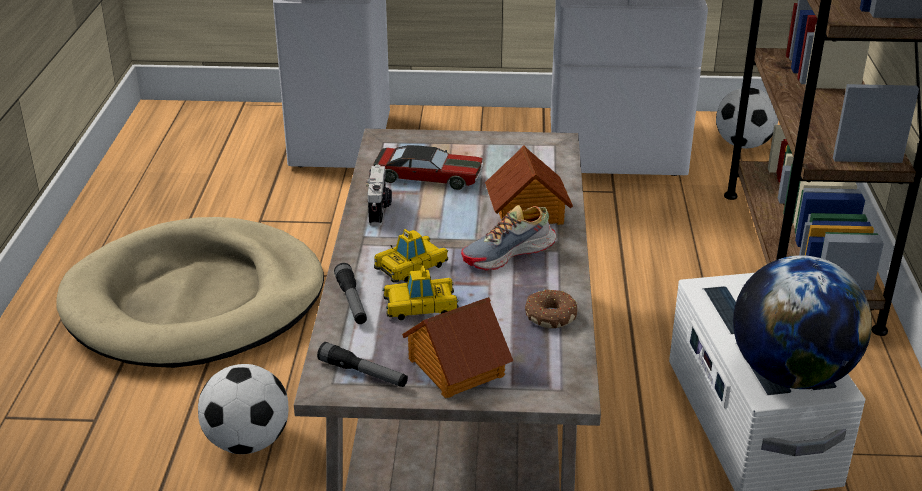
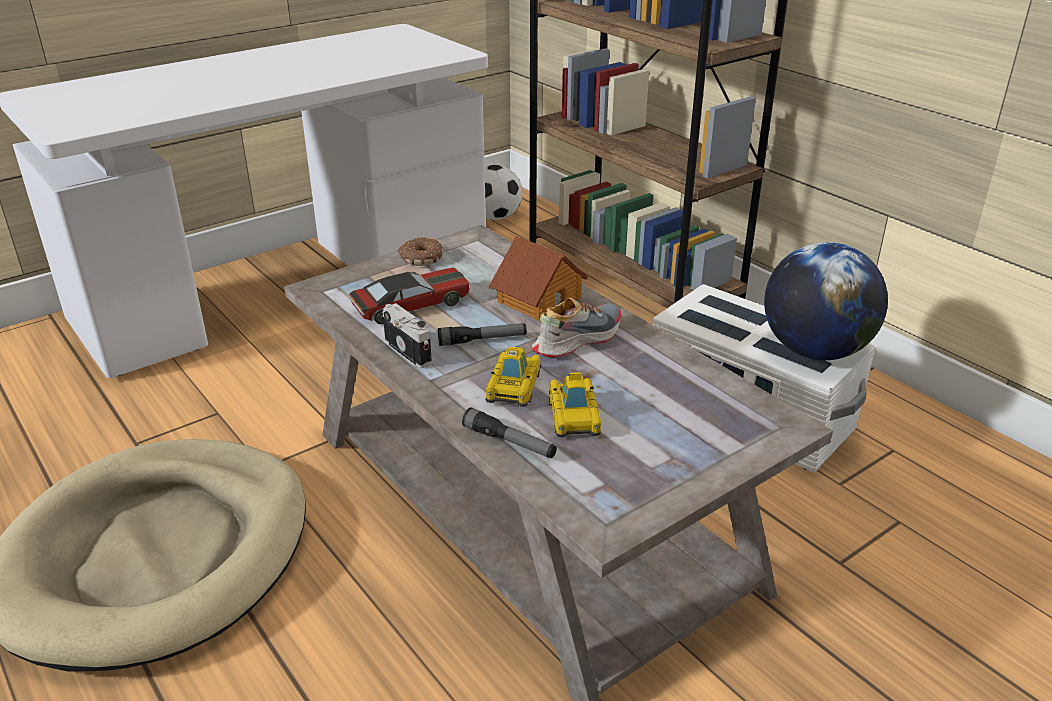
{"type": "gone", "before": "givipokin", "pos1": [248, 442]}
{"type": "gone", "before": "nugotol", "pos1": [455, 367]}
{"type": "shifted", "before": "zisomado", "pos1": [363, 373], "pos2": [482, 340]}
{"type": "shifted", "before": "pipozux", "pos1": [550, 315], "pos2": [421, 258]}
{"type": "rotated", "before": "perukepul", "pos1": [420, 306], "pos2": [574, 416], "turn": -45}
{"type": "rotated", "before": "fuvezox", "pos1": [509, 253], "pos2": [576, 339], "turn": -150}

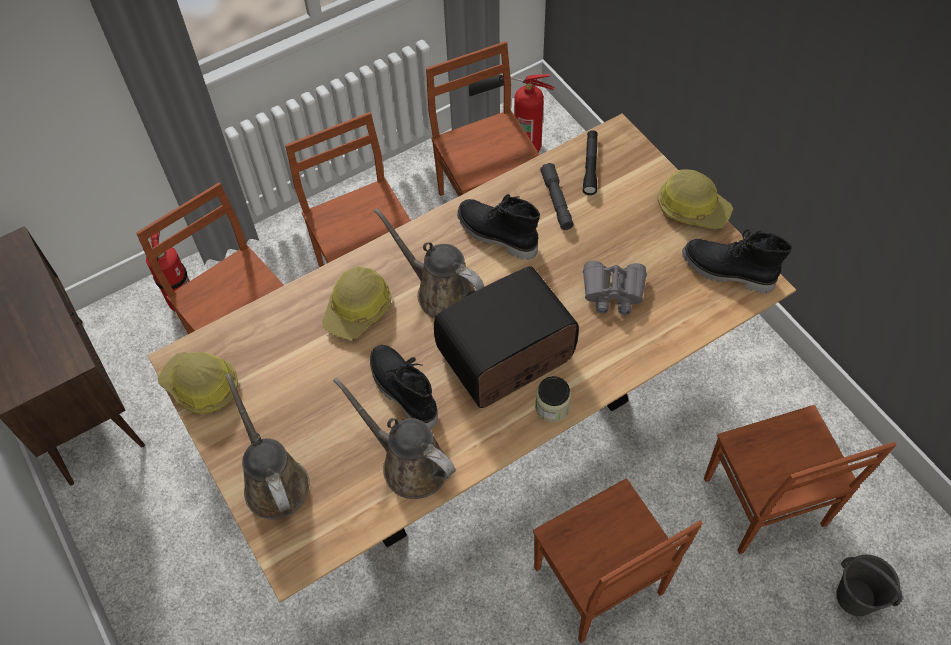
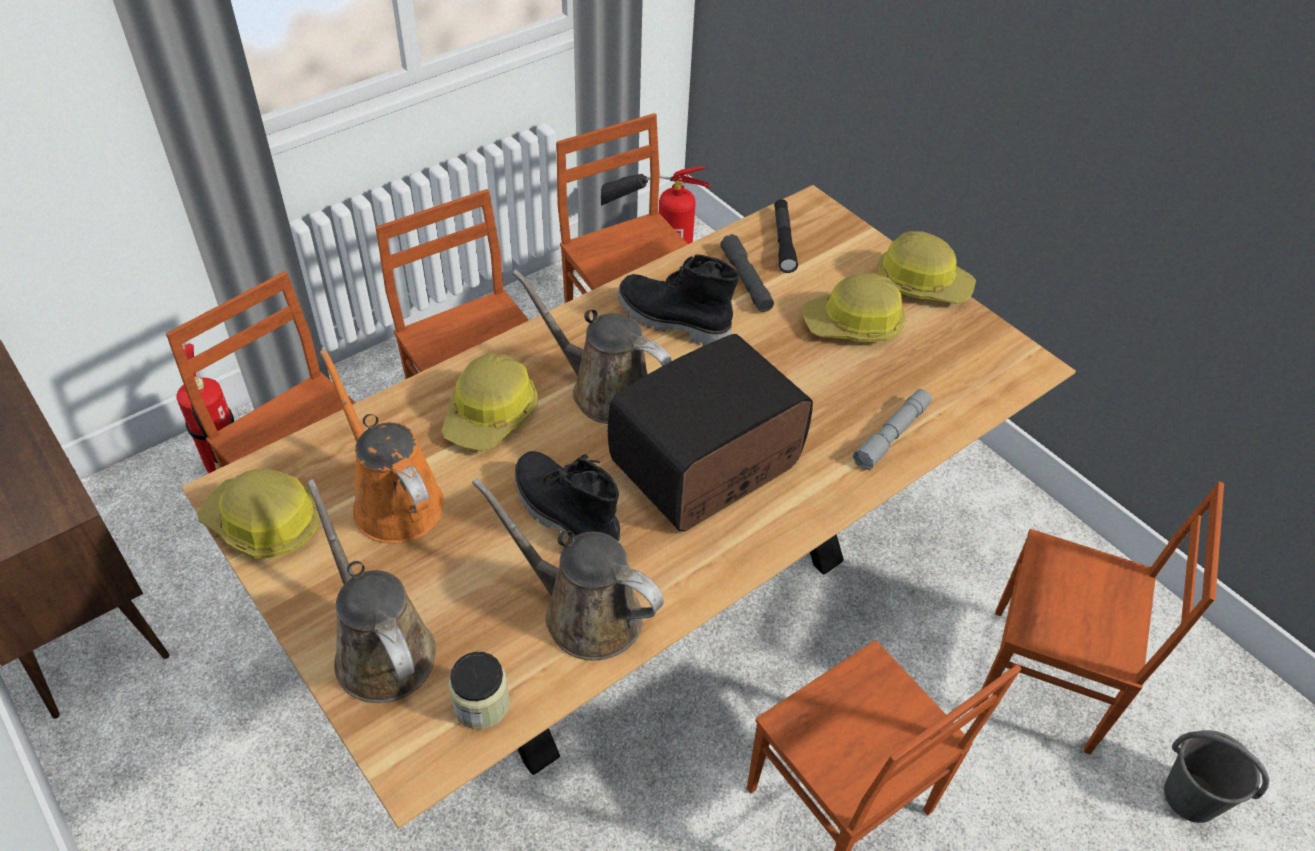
{"type": "gone", "before": "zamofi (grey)", "pos1": [613, 292]}
{"type": "gone", "before": "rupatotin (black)", "pos1": [727, 272]}
{"type": "new", "after": "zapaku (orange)", "pos2": [393, 500]}
{"type": "new", "after": "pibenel", "pos2": [854, 324]}
{"type": "new", "after": "zisomado (grey)", "pos2": [891, 435]}
{"type": "shifted", "before": "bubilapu", "pos1": [552, 407], "pos2": [481, 704]}
{"type": "rotated", "before": "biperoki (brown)", "pos1": [763, 504], "pos2": [1043, 681], "turn": -45}

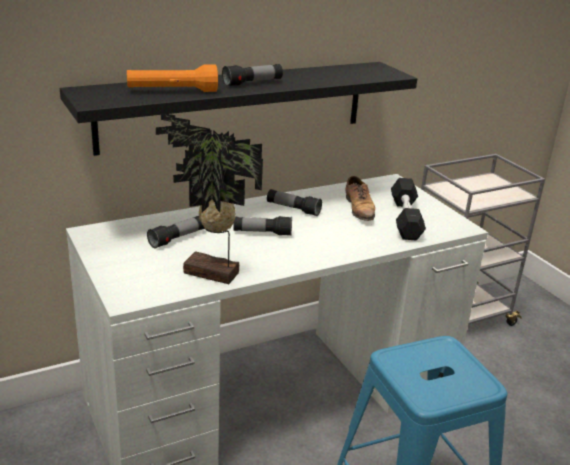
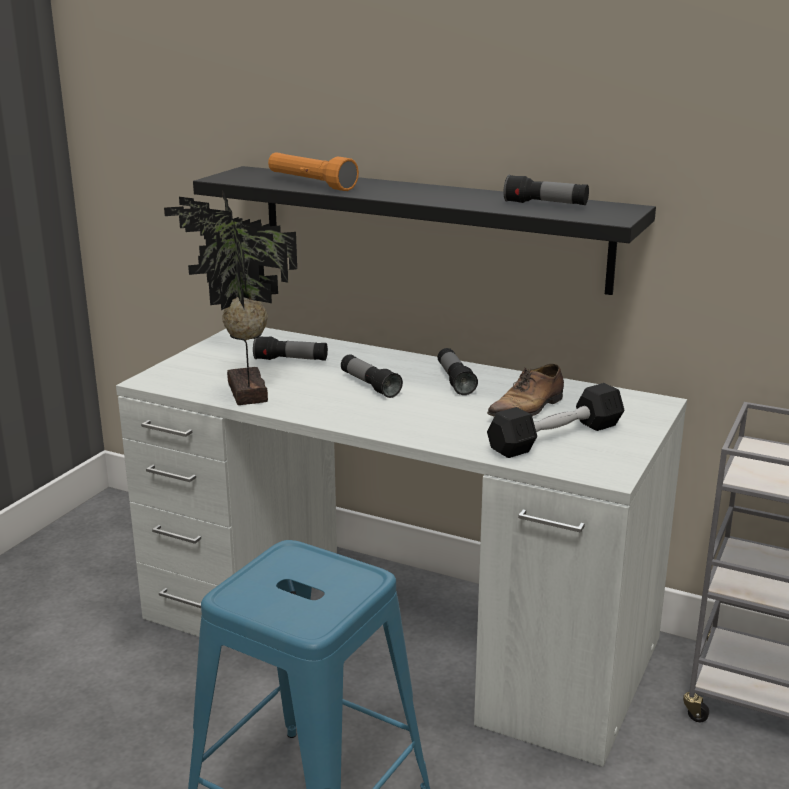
{"type": "shifted", "before": "zisomado", "pos1": [252, 83], "pos2": [545, 204]}

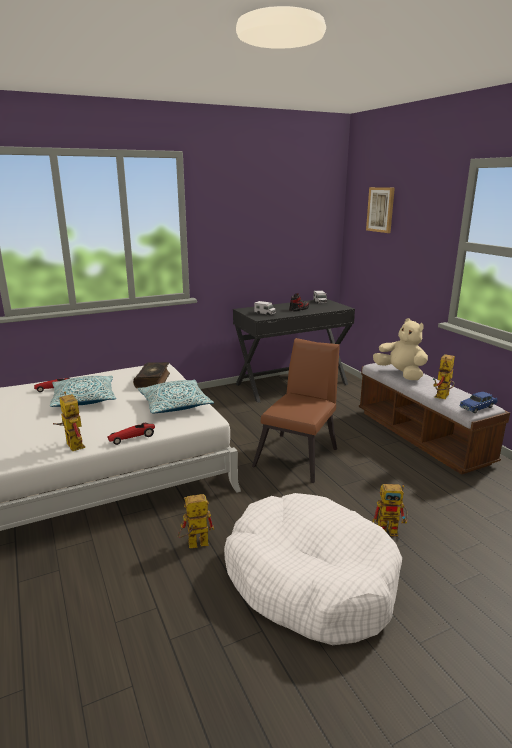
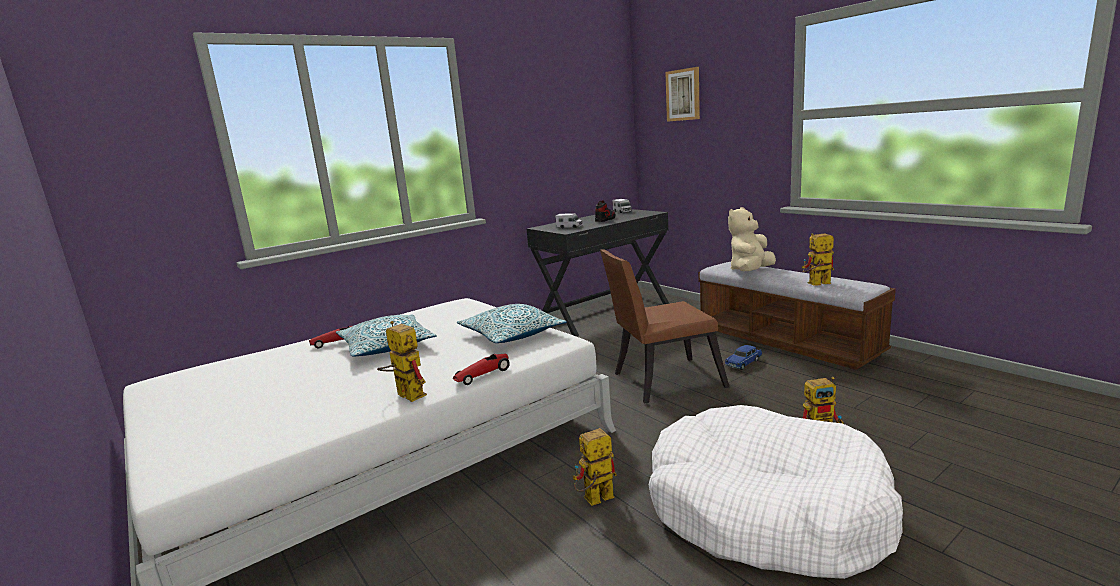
{"type": "gone", "before": "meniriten", "pos1": [153, 380]}
{"type": "shifted", "before": "perukepul (blue)", "pos1": [477, 408], "pos2": [743, 363]}
{"type": "rotated", "before": "biperoki (brown)", "pos1": [299, 455], "pos2": [661, 381], "turn": -120}
{"type": "rotated", "before": "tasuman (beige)", "pos1": [400, 374], "pos2": [750, 271], "turn": -90}
{"type": "rotated", "before": "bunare", "pos1": [442, 397], "pos2": [816, 284], "turn": 60}

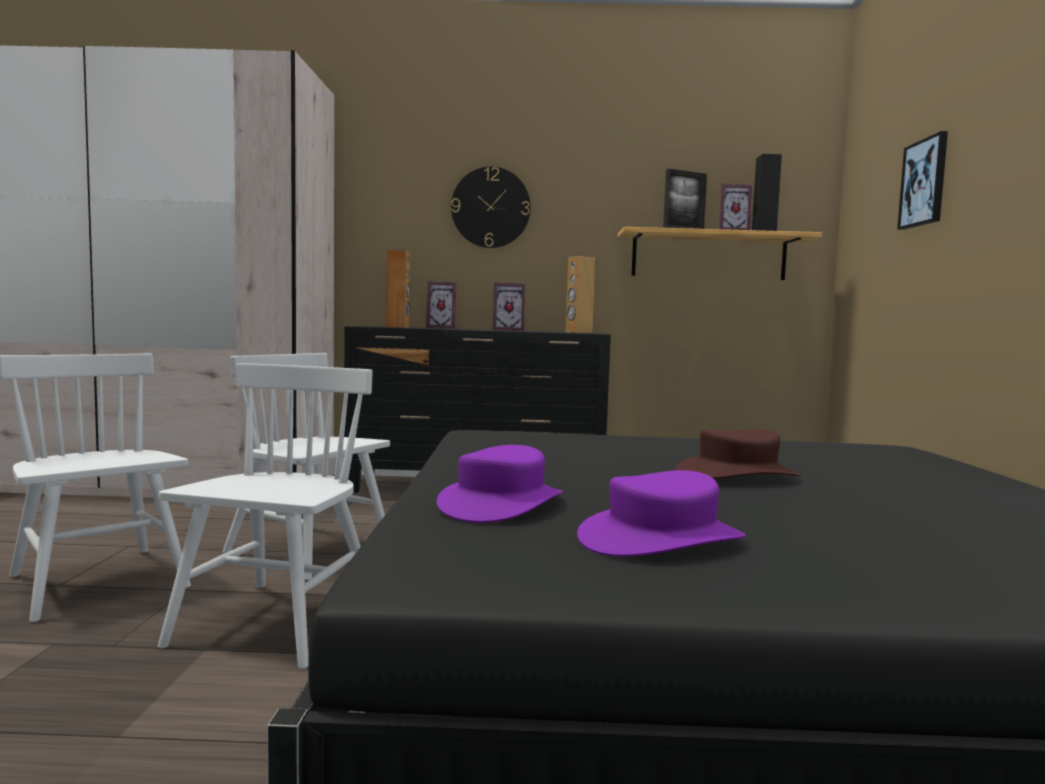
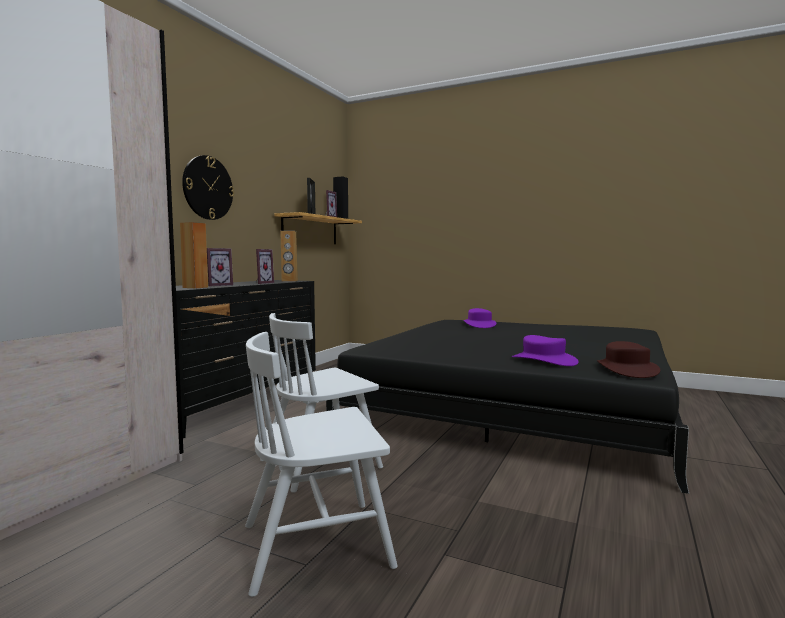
{"type": "gone", "before": "biperoki (white)", "pos1": [277, 622]}
{"type": "gone", "before": "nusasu", "pos1": [924, 183]}
{"type": "shifted", "before": "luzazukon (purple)", "pos1": [661, 539], "pos2": [479, 325]}
{"type": "shifted", "before": "luzazukon (brown)", "pos1": [737, 474], "pos2": [626, 369]}

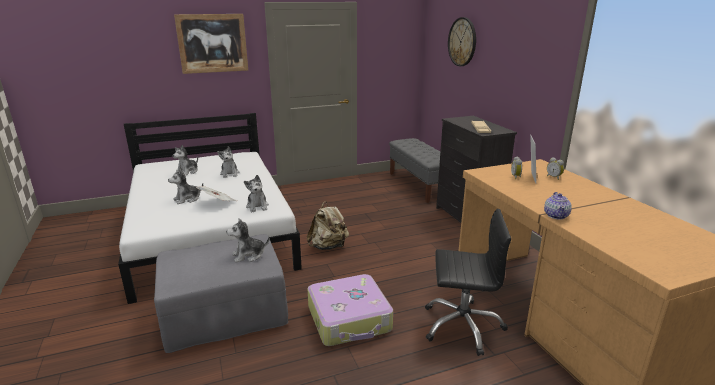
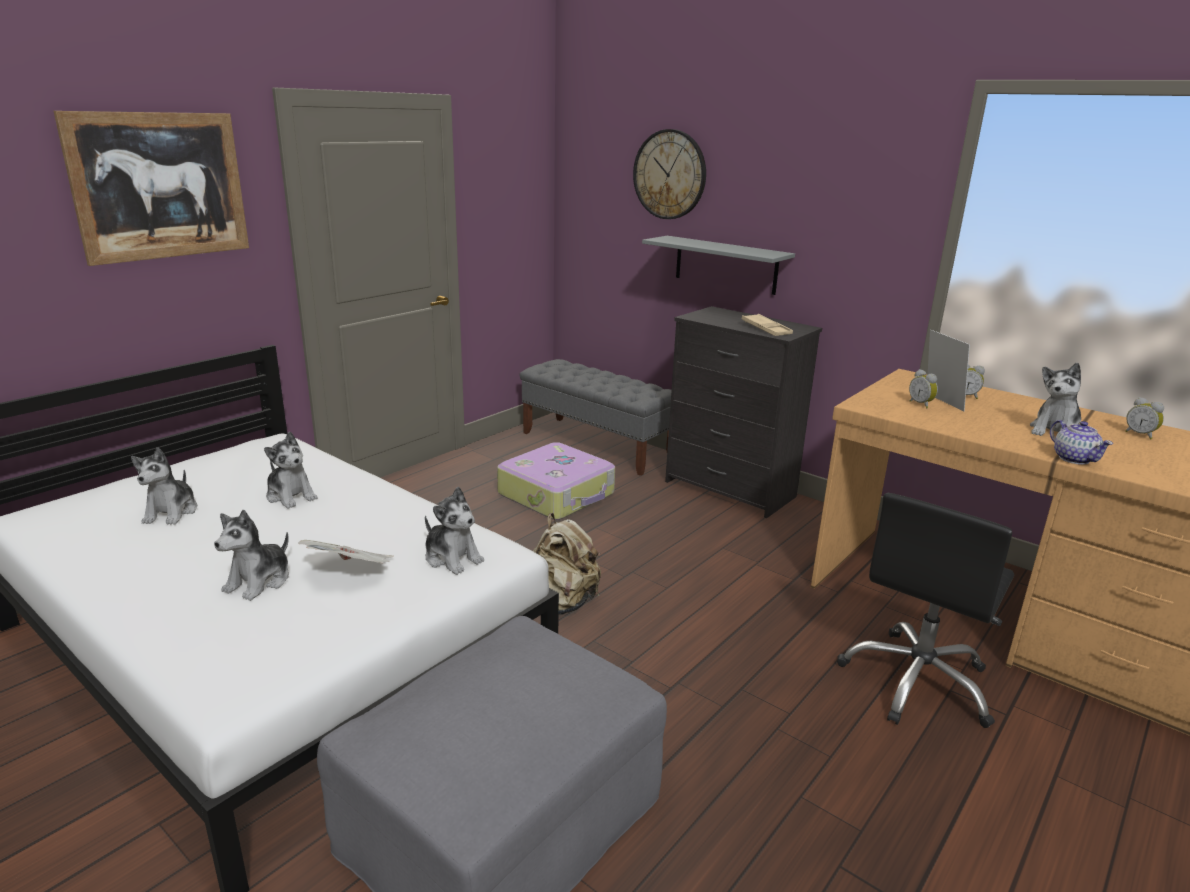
{"type": "new", "after": "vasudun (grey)", "pos2": [725, 265]}
{"type": "new", "after": "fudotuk", "pos2": [1140, 435]}
{"type": "shifted", "before": "tasuman", "pos1": [248, 255], "pos2": [1055, 431]}
{"type": "shifted", "before": "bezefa", "pos1": [350, 319], "pos2": [557, 494]}
{"type": "rotated", "before": "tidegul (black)", "pos1": [462, 325], "pos2": [917, 682], "turn": 150}

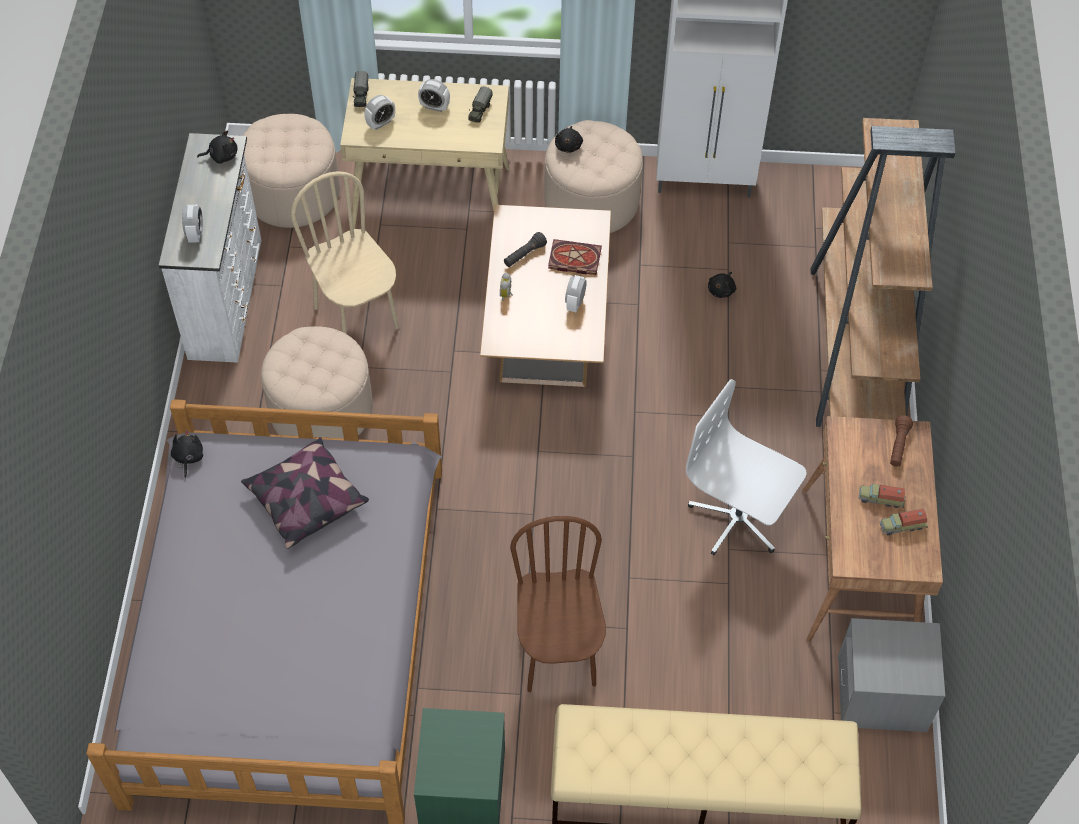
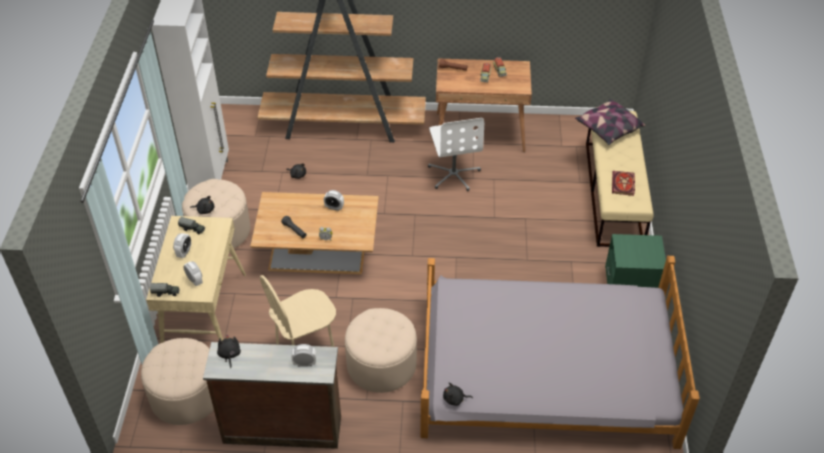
{"type": "gone", "before": "biperoki (brown)", "pos1": [558, 655]}
{"type": "gone", "before": "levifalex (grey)", "pos1": [881, 694]}
{"type": "shifted", "before": "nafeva", "pos1": [305, 500], "pos2": [608, 129]}
{"type": "shifted", "before": "meniriten", "pos1": [573, 259], "pos2": [623, 185]}
{"type": "repainted", "before": "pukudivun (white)", "after": "pukudivun (brown)", "pos1": [228, 297], "pos2": [282, 428]}
{"type": "rotated", "before": "tidegul (white)", "pos1": [737, 518], "pos2": [454, 174], "turn": -45}

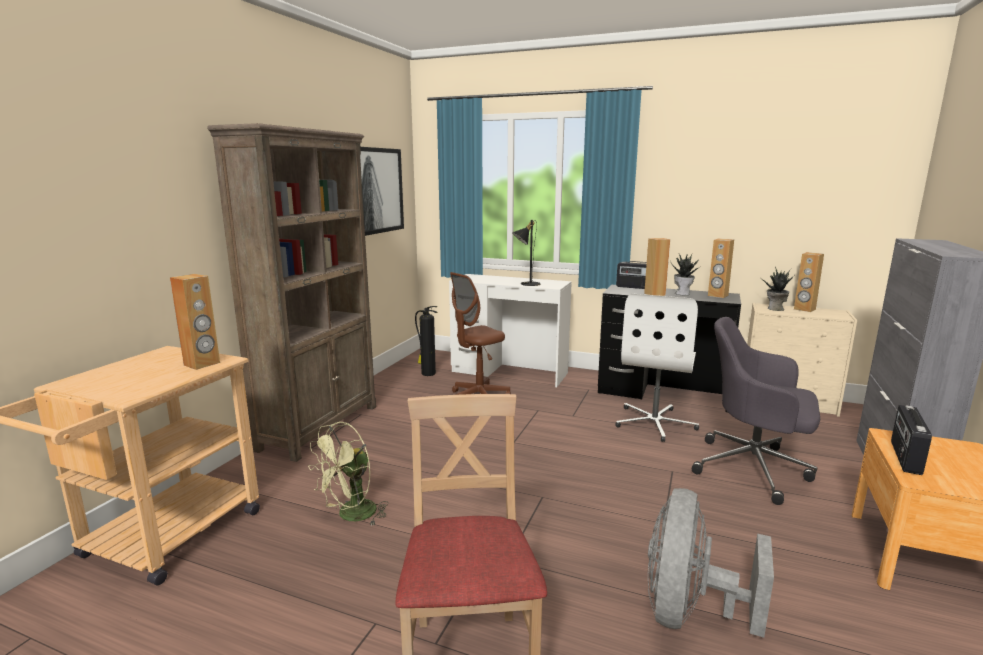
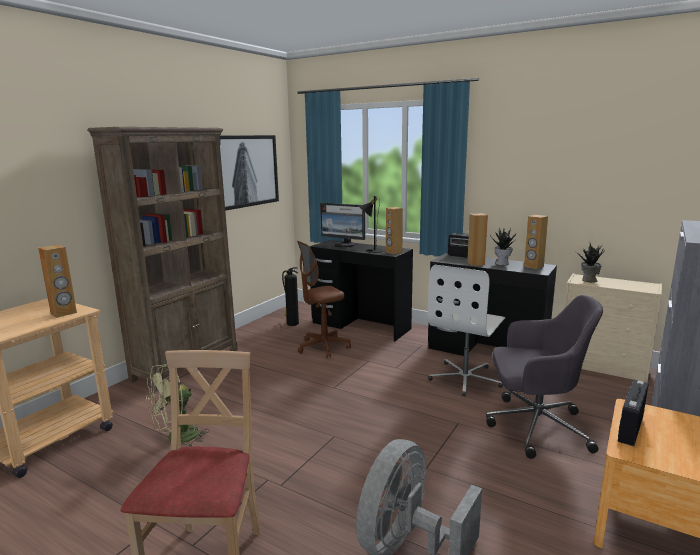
{"type": "new", "after": "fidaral", "pos2": [344, 245]}
{"type": "shifted", "before": "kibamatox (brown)", "pos1": [804, 309], "pos2": [393, 252]}
{"type": "repainted", "before": "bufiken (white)", "after": "bufiken (black)", "pos1": [509, 372], "pos2": [361, 326]}
{"type": "rotated", "before": "tidegul (grey)", "pos1": [754, 468], "pos2": [534, 427], "turn": 150}

